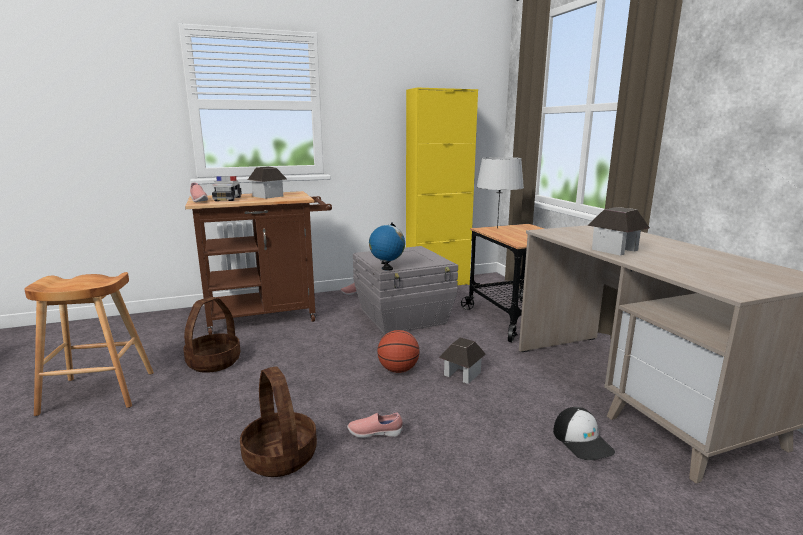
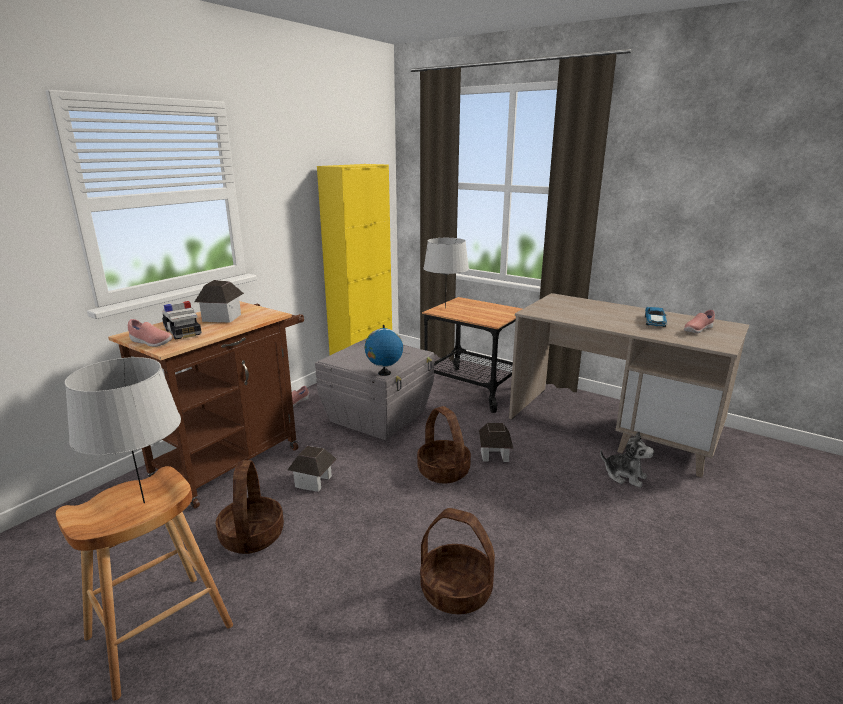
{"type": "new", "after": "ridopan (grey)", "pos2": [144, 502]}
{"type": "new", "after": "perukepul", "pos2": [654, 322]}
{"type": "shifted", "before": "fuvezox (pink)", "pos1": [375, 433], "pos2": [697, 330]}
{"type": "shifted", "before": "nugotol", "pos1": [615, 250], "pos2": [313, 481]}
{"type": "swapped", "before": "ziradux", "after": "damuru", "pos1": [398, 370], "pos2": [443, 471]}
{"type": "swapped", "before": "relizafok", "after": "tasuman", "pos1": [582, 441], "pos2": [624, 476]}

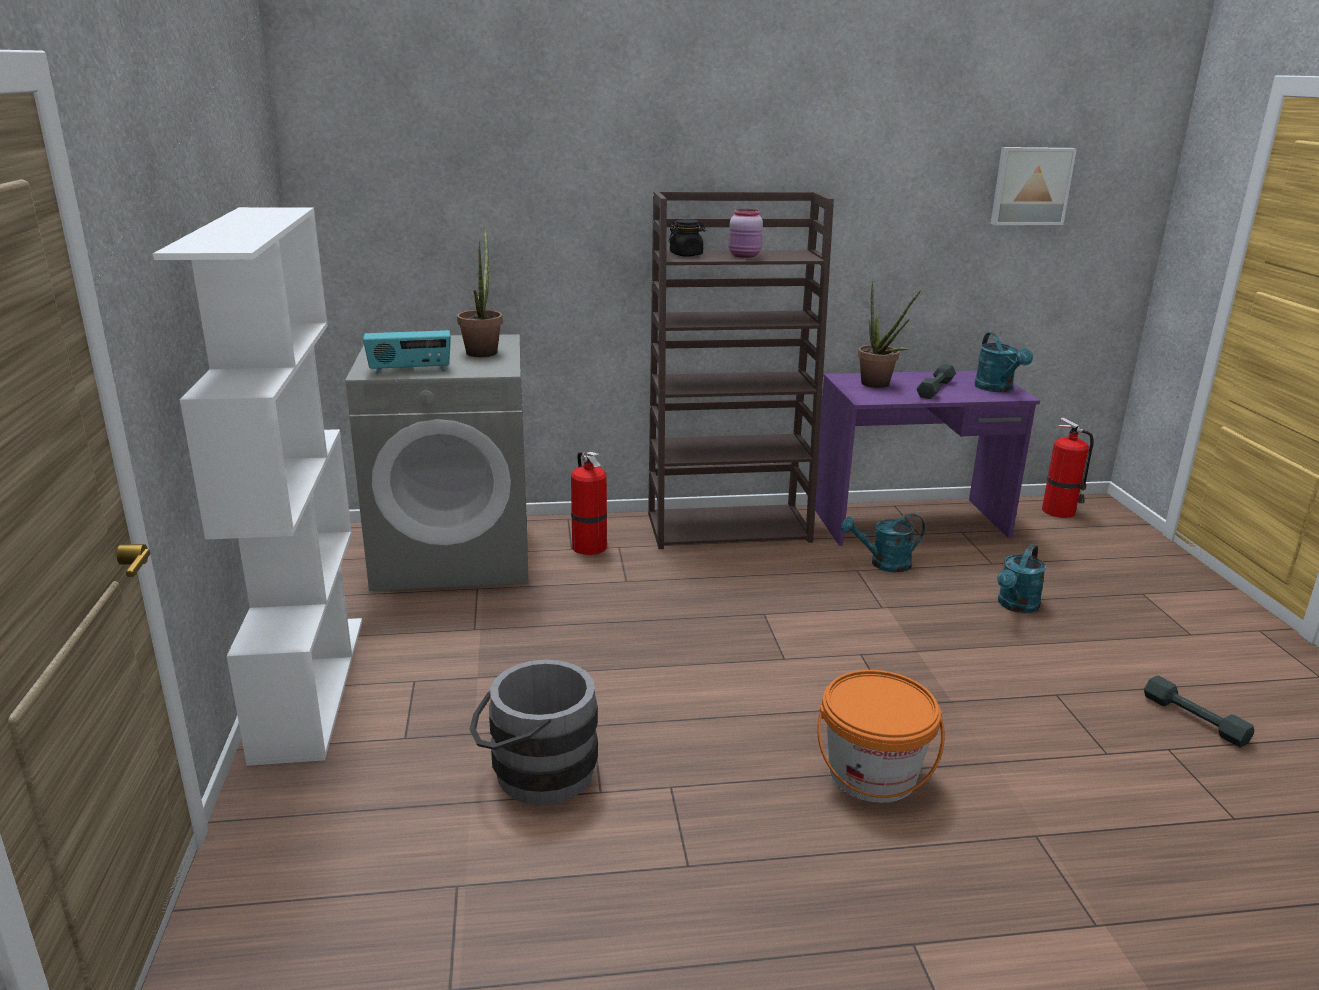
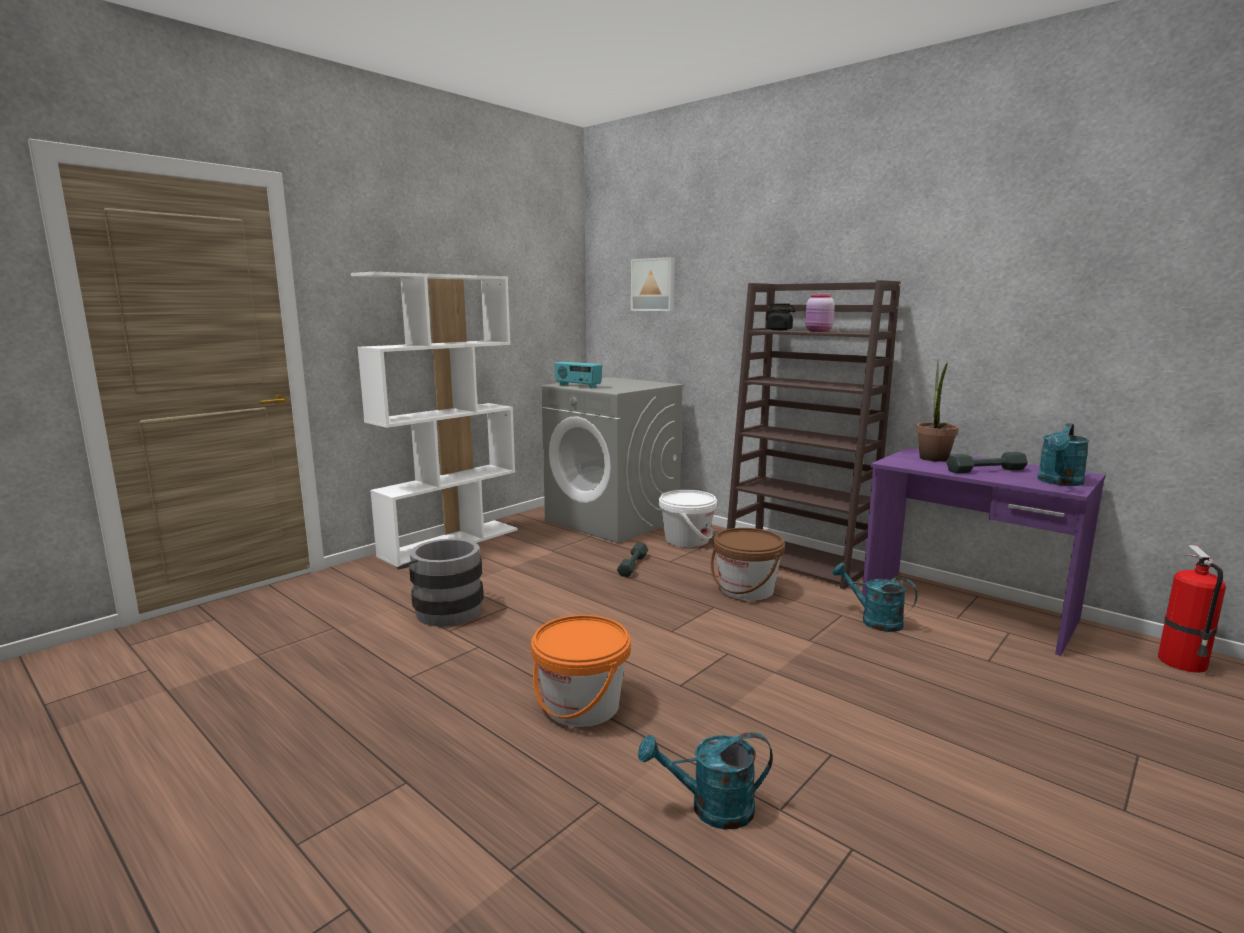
{"type": "gone", "before": "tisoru", "pos1": [483, 351]}
{"type": "new", "after": "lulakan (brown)", "pos2": [746, 589]}
{"type": "shifted", "before": "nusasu", "pos1": [1030, 186], "pos2": [654, 285]}
{"type": "shifted", "before": "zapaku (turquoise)", "pos1": [1015, 606], "pos2": [711, 808]}
{"type": "shifted", "before": "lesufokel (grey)", "pos1": [1195, 719], "pos2": [633, 565]}
{"type": "swapped", "before": "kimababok", "after": "lulakan (white)", "pos1": [588, 546], "pos2": [687, 540]}

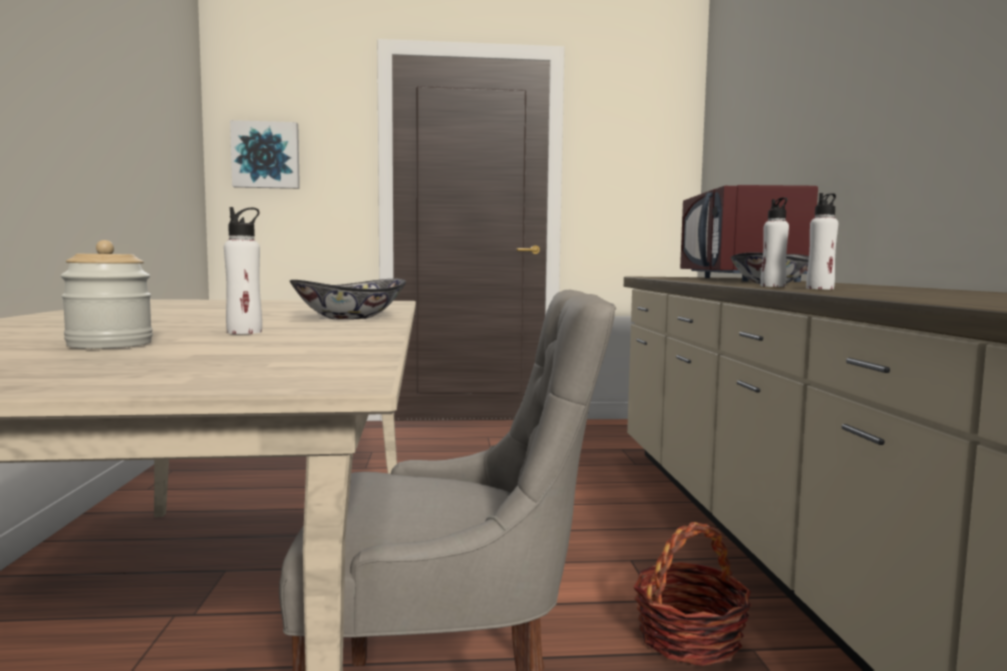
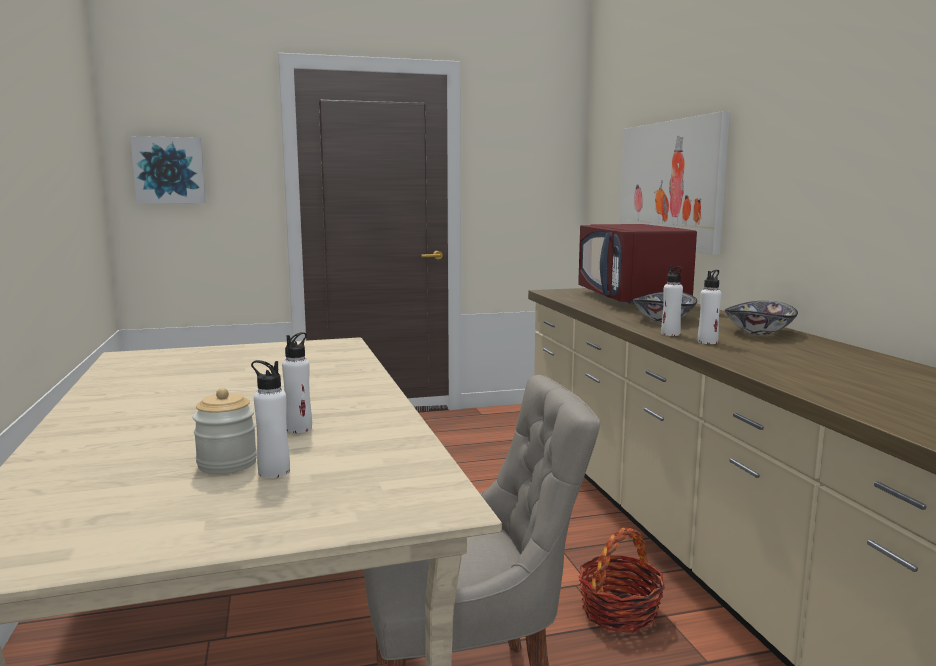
{"type": "new", "after": "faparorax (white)", "pos2": [274, 472]}
{"type": "new", "after": "nusasu", "pos2": [669, 185]}
{"type": "shifted", "before": "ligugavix", "pos1": [350, 318], "pos2": [760, 332]}

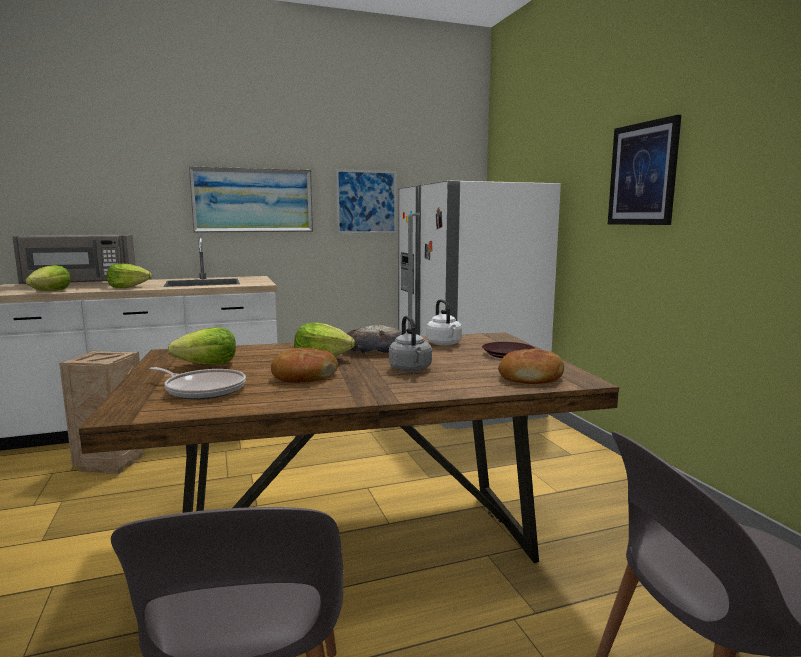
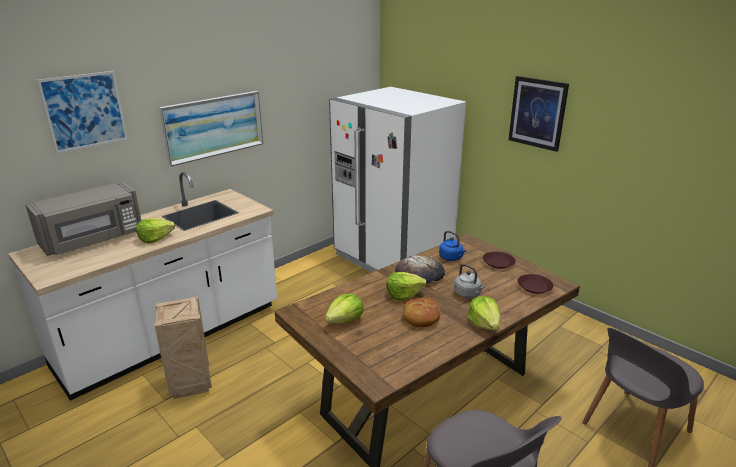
{"type": "gone", "before": "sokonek", "pos1": [203, 389]}
{"type": "shifted", "before": "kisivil", "pos1": [51, 291], "pos2": [484, 323]}
{"type": "shifted", "before": "nusasu", "pos1": [366, 202], "pos2": [85, 111]}
{"type": "swapped", "before": "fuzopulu", "after": "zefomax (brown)", "pos1": [531, 377], "pos2": [535, 287]}
{"type": "repainted", "before": "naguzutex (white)", "after": "naguzutex (blue)", "pos1": [444, 344], "pos2": [451, 258]}

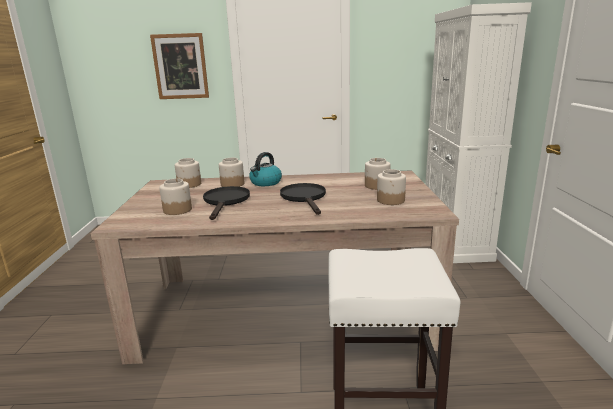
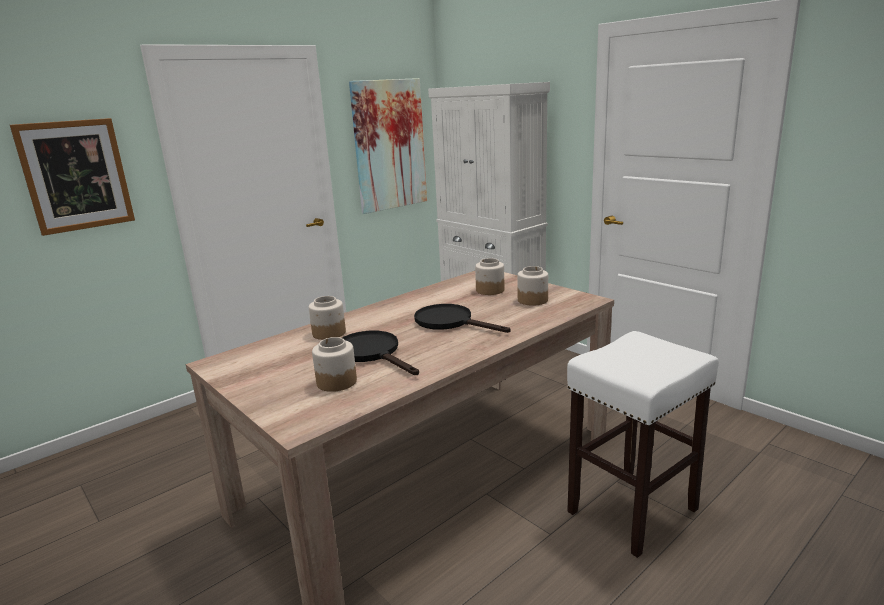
{"type": "gone", "before": "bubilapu", "pos1": [189, 184]}
{"type": "gone", "before": "naguzutex", "pos1": [265, 183]}
{"type": "new", "after": "nusasu", "pos2": [389, 145]}

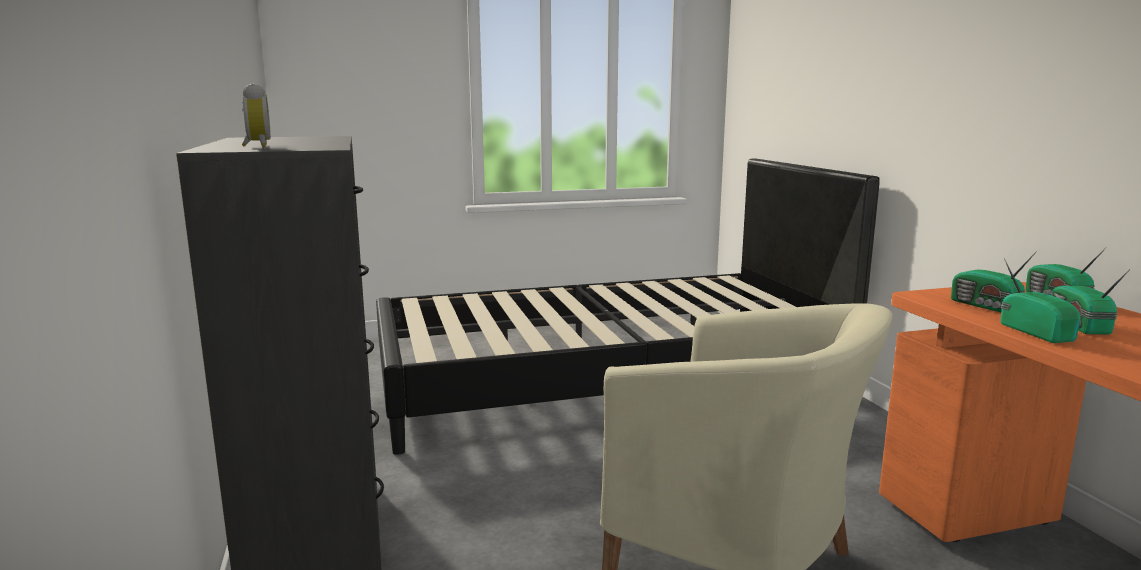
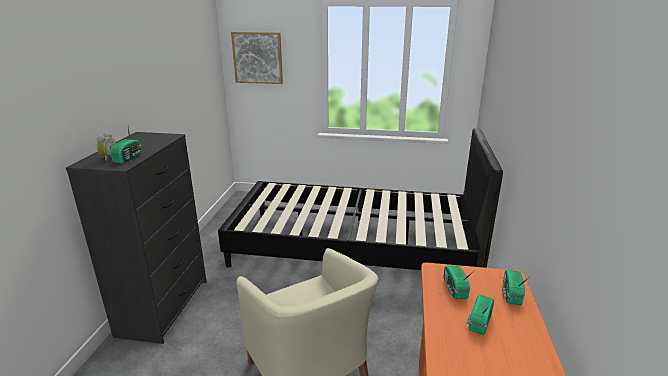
{"type": "new", "after": "nusasu", "pos2": [257, 58]}
{"type": "shifted", "before": "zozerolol", "pos1": [1035, 332], "pos2": [129, 157]}

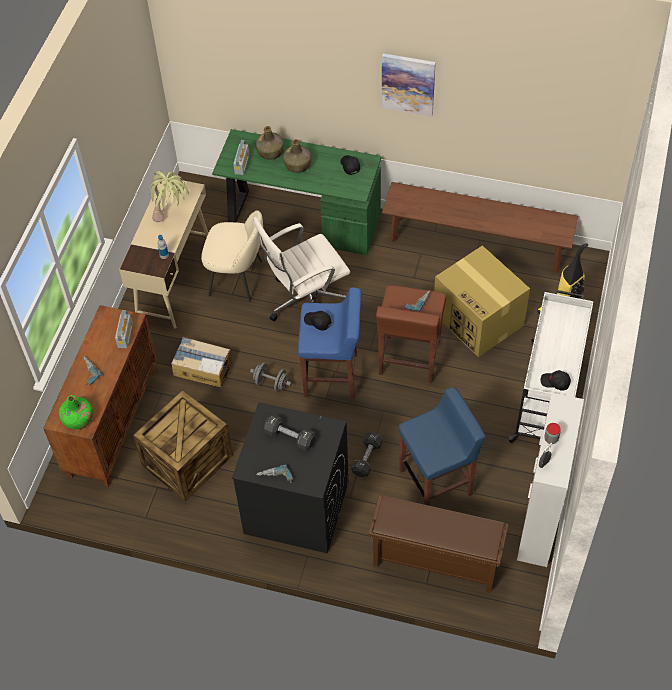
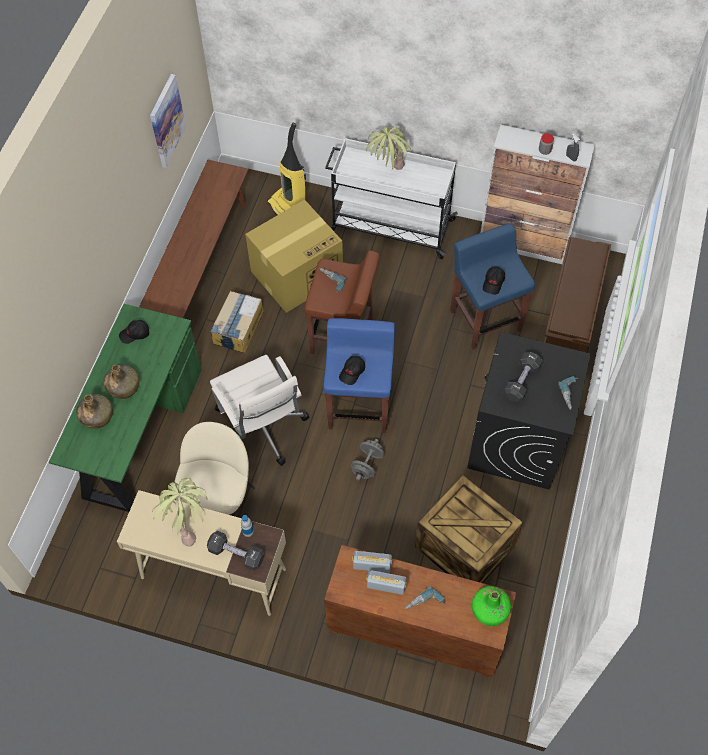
{"type": "new", "after": "tisoru", "pos2": [387, 173]}
{"type": "shifted", "before": "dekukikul", "pos1": [202, 368], "pos2": [238, 327]}
{"type": "shifted", "before": "zozerolol", "pos1": [242, 164], "pos2": [386, 585]}
{"type": "shifted", "before": "lesufokel (black)", "pos1": [367, 458], "pos2": [236, 554]}
{"type": "shifted", "before": "nusasu", "pos1": [408, 84], "pos2": [166, 121]}
{"type": "shifted", "before": "relizafok (black)", "pos1": [555, 382], "pos2": [493, 283]}

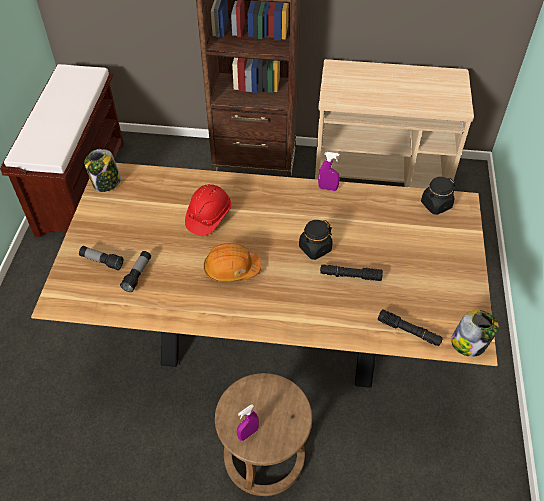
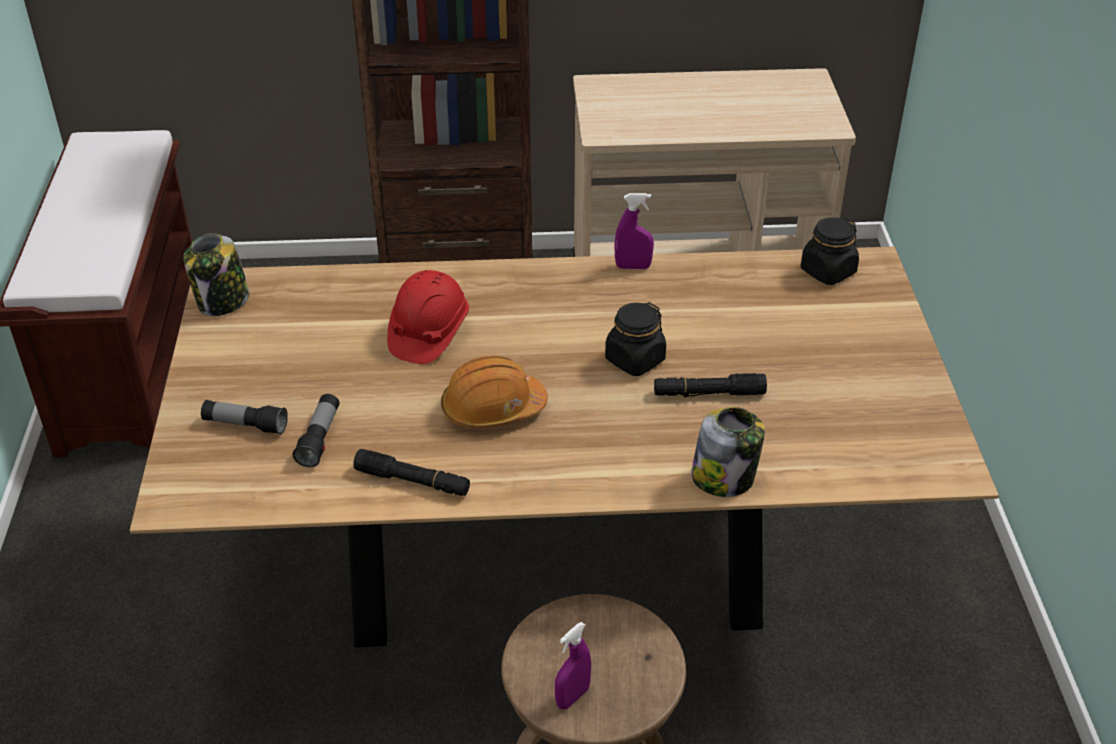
{"type": "shifted", "before": "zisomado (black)", "pos1": [409, 331], "pos2": [413, 481]}
{"type": "shifted", "before": "bubilapu", "pos1": [469, 343], "pos2": [724, 478]}

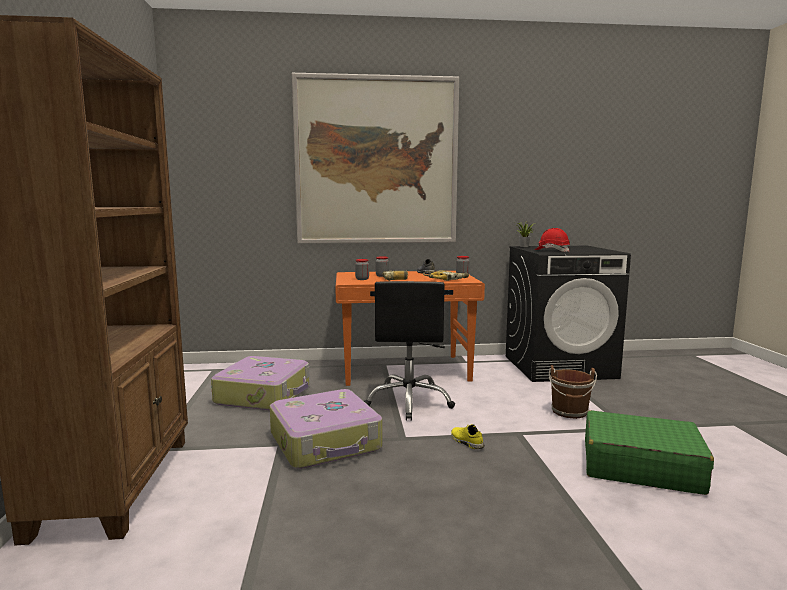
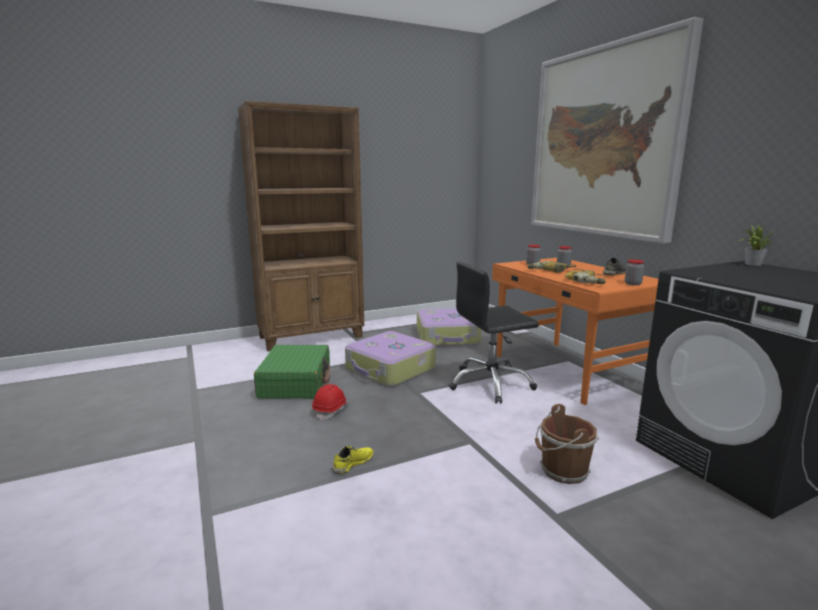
{"type": "shifted", "before": "fuvezox (yellow)", "pos1": [466, 442], "pos2": [352, 463]}
{"type": "shifted", "before": "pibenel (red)", "pos1": [552, 251], "pos2": [331, 410]}
{"type": "shifted", "before": "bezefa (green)", "pos1": [640, 466], "pos2": [296, 382]}

